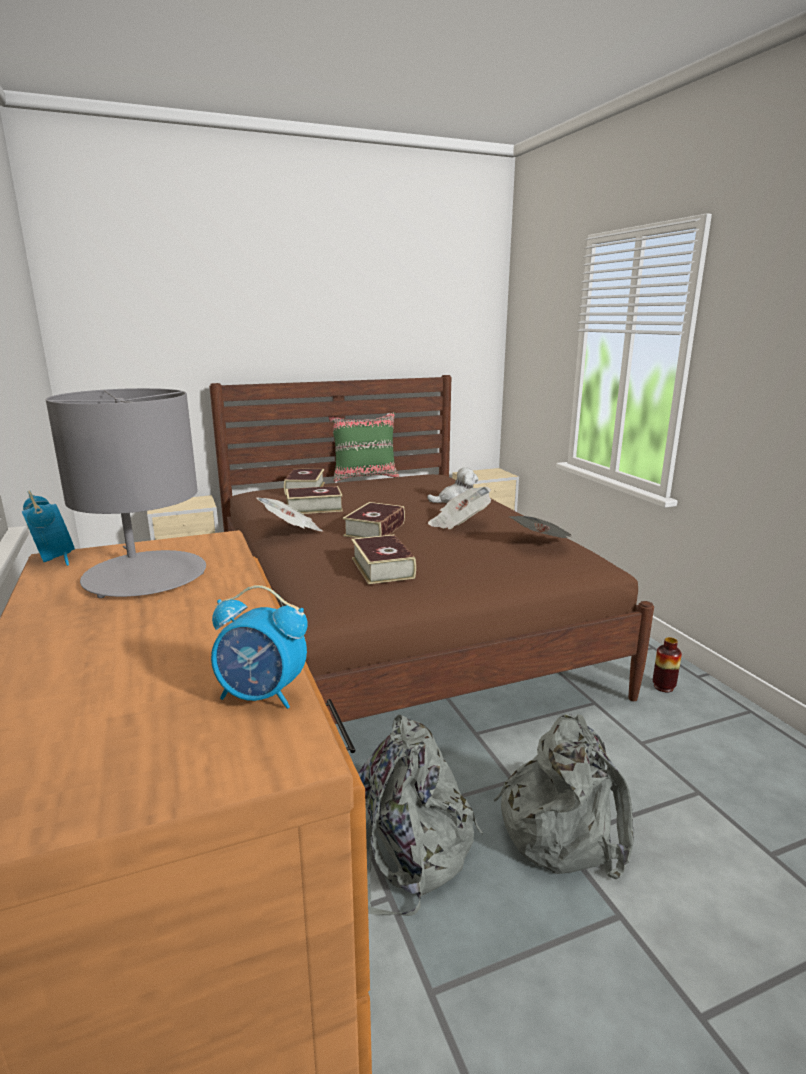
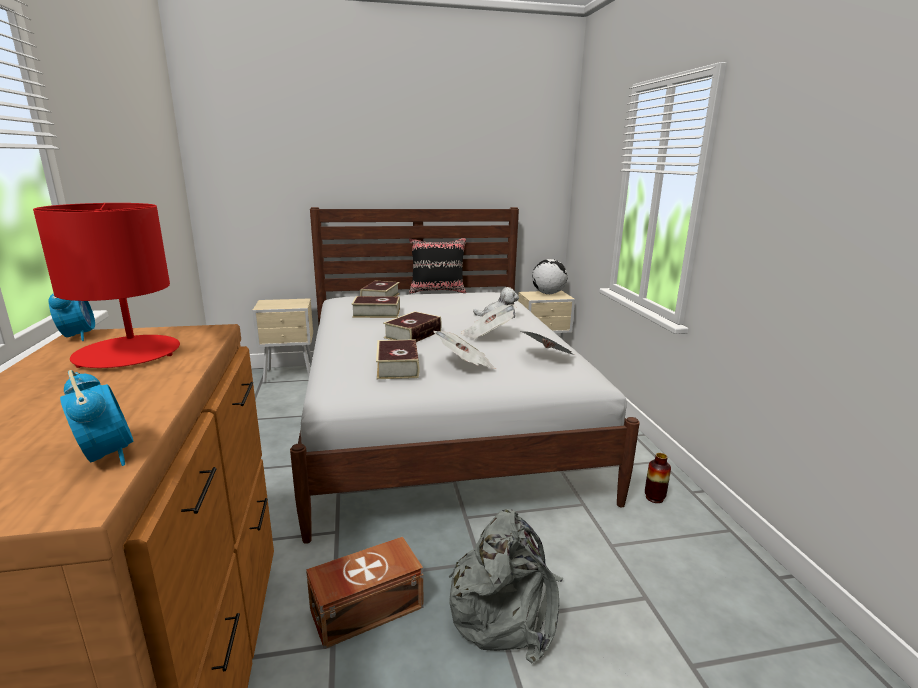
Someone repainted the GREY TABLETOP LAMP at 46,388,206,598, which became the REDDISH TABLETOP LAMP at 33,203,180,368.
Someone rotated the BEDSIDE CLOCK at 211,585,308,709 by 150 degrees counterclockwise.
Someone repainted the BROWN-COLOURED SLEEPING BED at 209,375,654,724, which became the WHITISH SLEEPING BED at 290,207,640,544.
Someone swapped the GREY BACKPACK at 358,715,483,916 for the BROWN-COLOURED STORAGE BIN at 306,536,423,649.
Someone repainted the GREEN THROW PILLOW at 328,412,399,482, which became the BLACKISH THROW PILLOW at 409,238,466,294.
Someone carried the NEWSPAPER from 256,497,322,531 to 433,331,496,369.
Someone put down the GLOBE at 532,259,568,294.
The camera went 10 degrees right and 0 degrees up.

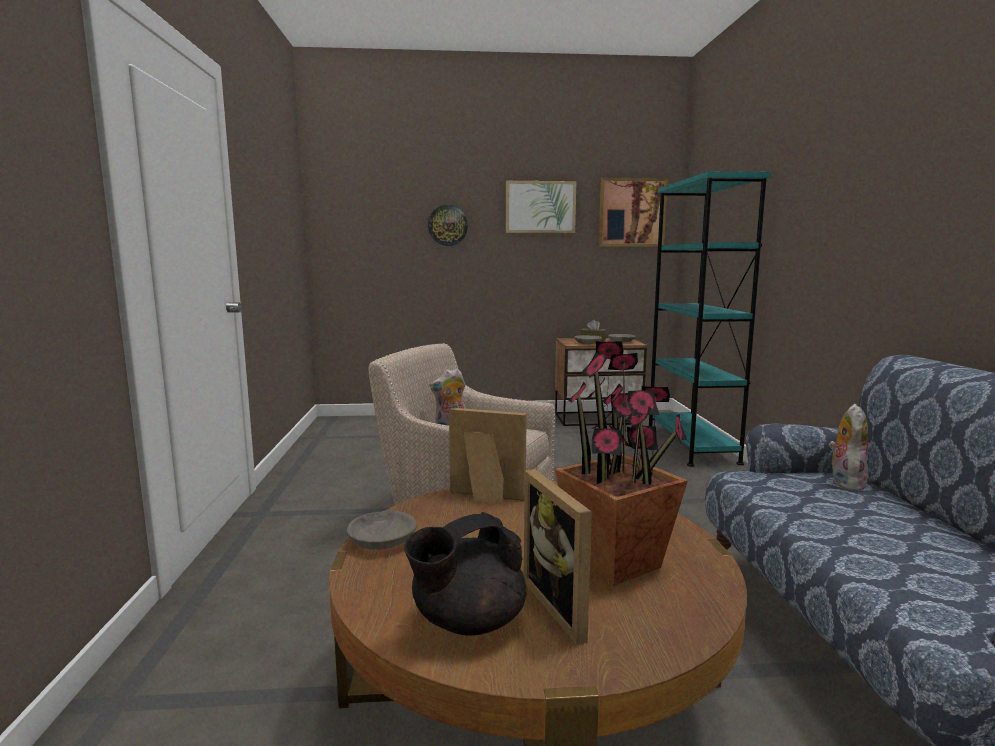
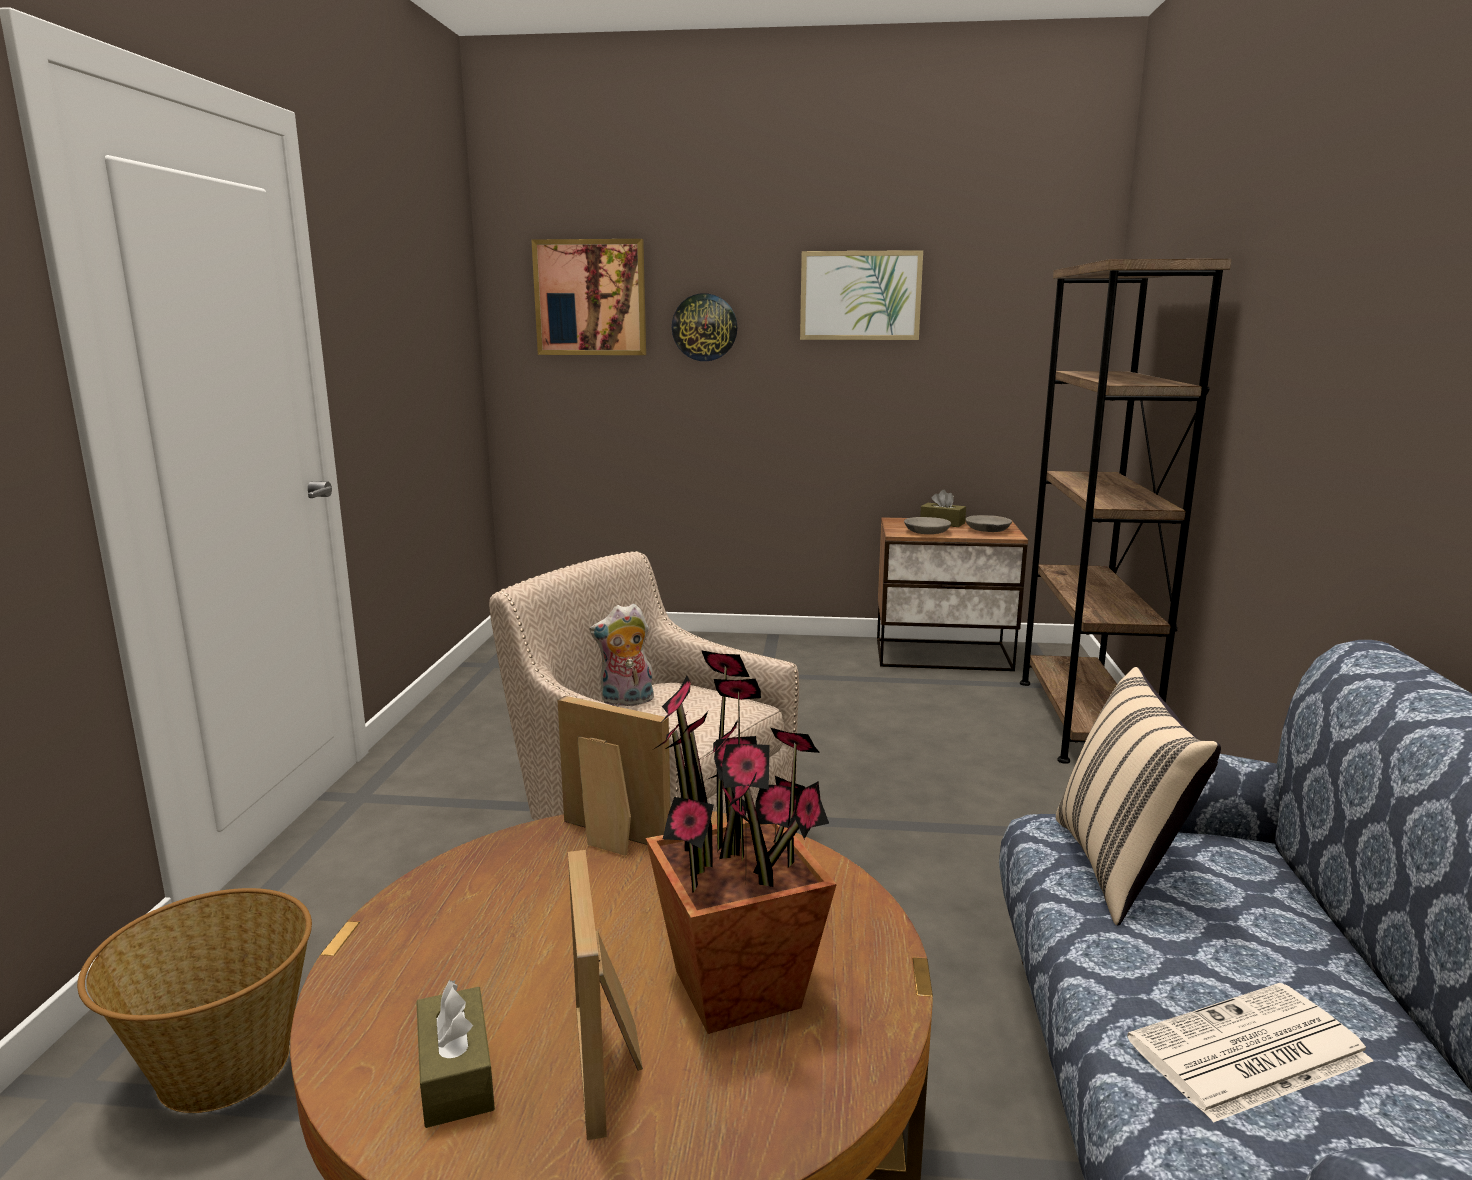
Someone put down the HOUSEHOLD BASKET at 77,888,312,1113.
Someone swapped the BLACKISH TEAPOT at 404,512,526,636 for the BROWN-COLOURED BOX OF TISSUES at 416,980,495,1128.
Someone carried the PICTURE from 599,178,668,247 to 531,239,646,355.
Someone repainted the TURQUOISE-COLOURED SHELVING UNIT at 649,171,771,467, which became the BROWN-COLOURED SHELVING UNIT at 1020,259,1231,764.
Someone put down the BEIGE THROW PILLOW at 1056,667,1221,926.
Someone put down the NEWSPAPER at 1127,983,1373,1123.
Someone took away the GREY SERVING BOWL at 347,510,417,550.
Someone took away the SOFT TOY at 829,404,868,491.
The camera went 10 degrees right and 5 degrees up.

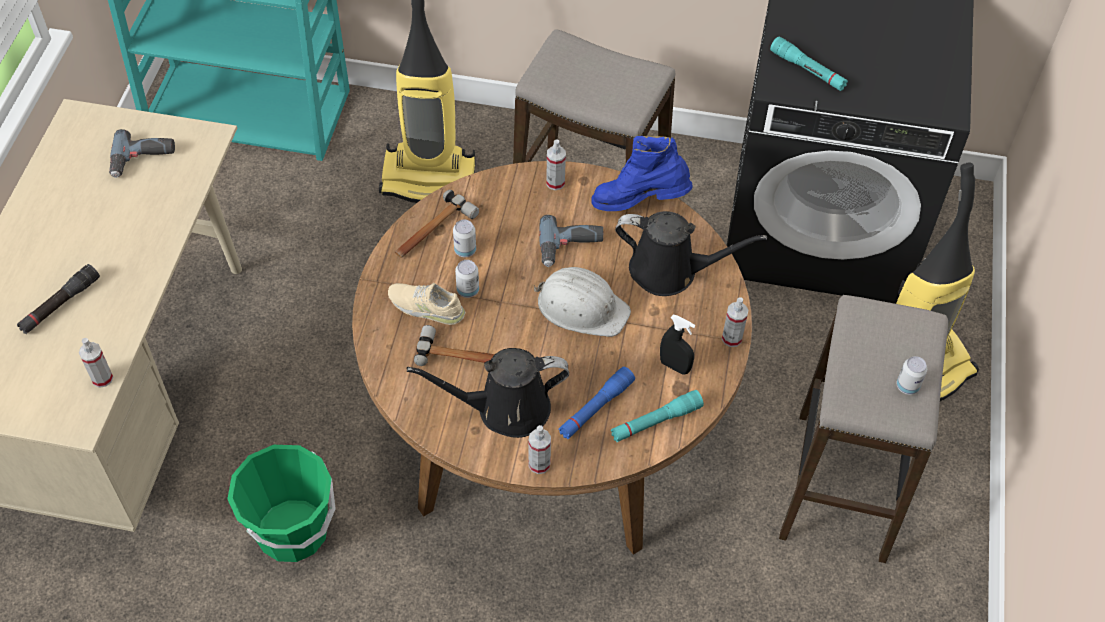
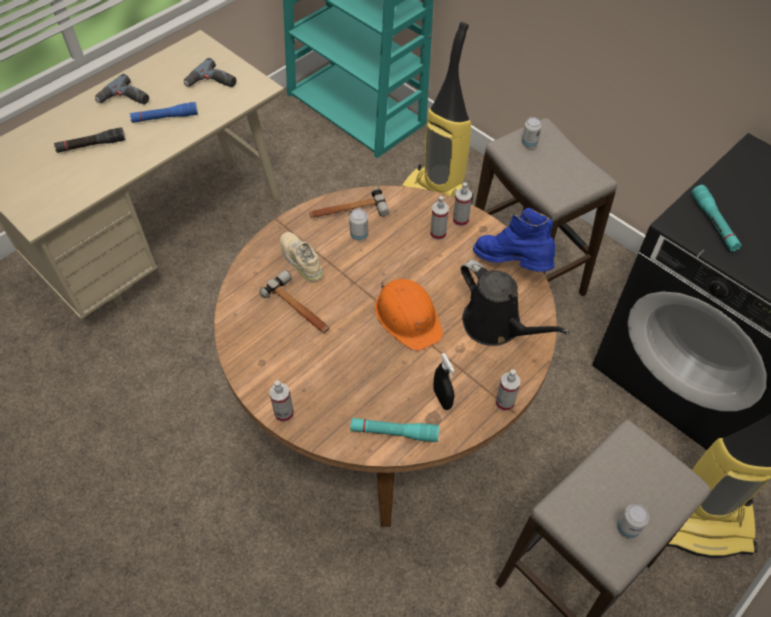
Someone carried the ELECTRIC DRILL from 539,215,603,267 to 95,74,149,104.
Someone carried the BLUE HAND TORCH from 558,367,635,439 to 130,102,198,123.
Someone repainted the WHITISH WORK HELMET at 534,267,631,337, which became the ORANGEY WORK HELMET at 375,279,443,351.
Someone carried the SPRAYER from 79,338,113,388 to 430,196,449,240.
Someone carried the SEALED CAN from 455,260,479,298 to 522,117,542,148.
Someone took away the GREEN BUCKET at 228,445,336,562.
Someone took away the BLACKISH SPRINKLING CAN at 407,348,569,438.
The camera went 35 degrees right and 0 degrees up.

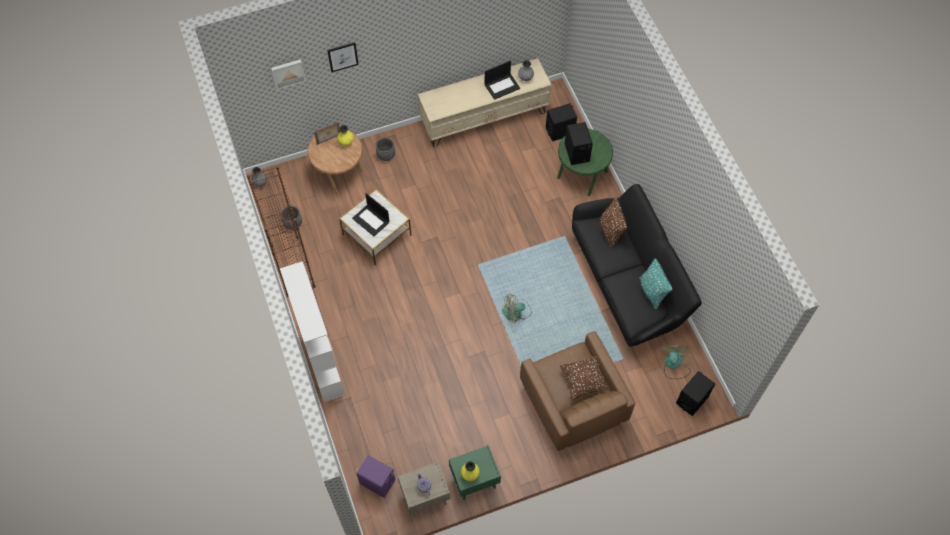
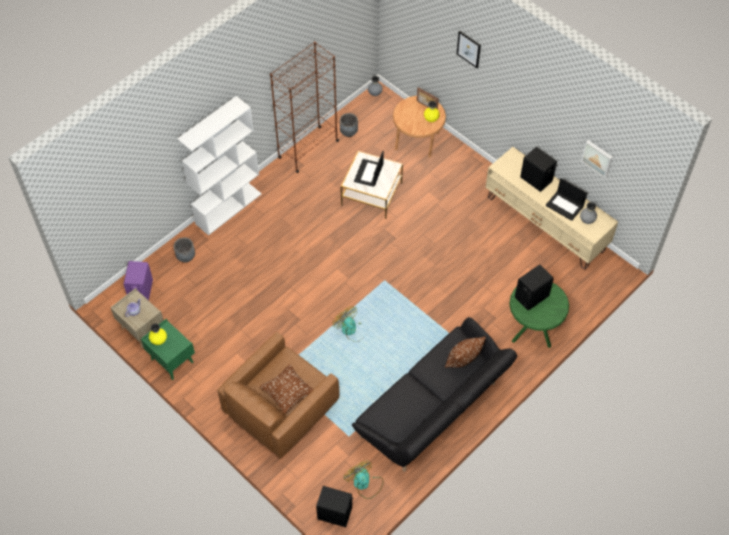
Someone carried the GREY PLANT POT from 375,137,395,161 to 174,237,195,263.
Someone rotated the COOLING FAN at 659,344,691,379 by 105 degrees counterclockwise.
Someone carried the BLACKISH LOUDSPEAKER from 546,103,577,141 to 520,147,557,192.
Someone carried the PICTURE from 271,59,306,90 to 581,140,613,178.
Someone took away the TURQUOISE-COLOURED THROW PILLOW at 639,258,673,309.
The camera went 65 degrees right and 5 degrees down.

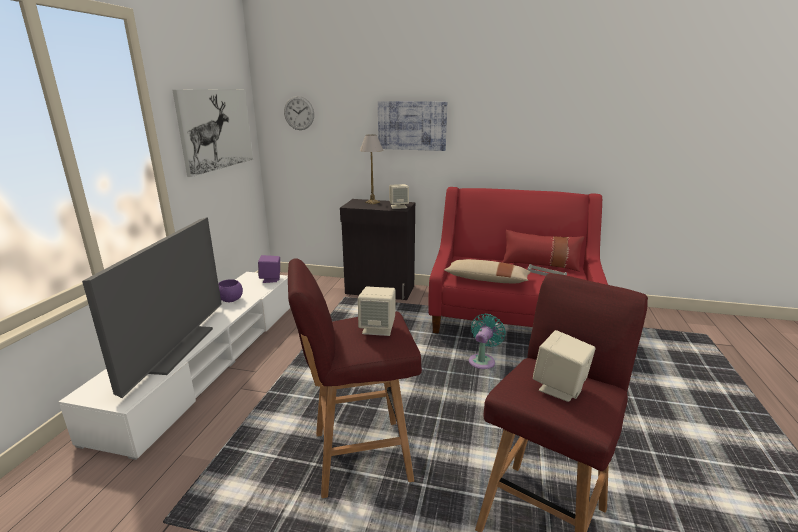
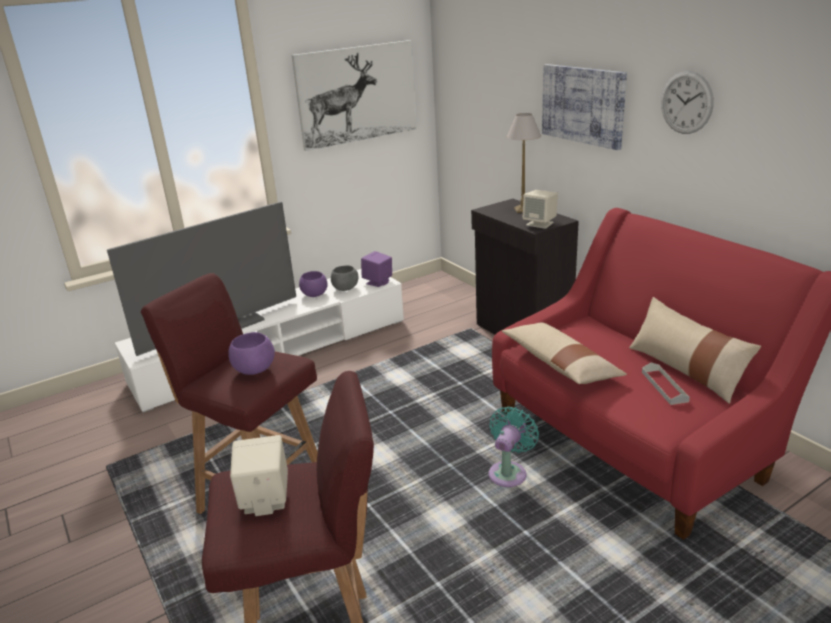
Someone swapped the BEIGE LOUDSPEAKER at 358,286,396,336 for the PURPLE-COLOURED SERVING BOWL at 228,332,275,375.
Someone put down the GREY SERVING BOWL at 331,266,358,291.
Someone rotated the TURQUOISE-COLOURED COOLING FAN at 469,314,506,369 by 45 degrees counterclockwise.
Someone repainted the REDDISH THROW PILLOW at 502,230,584,272, which became the BEIGE THROW PILLOW at 629,297,761,404.
Someone carried the HANGING CLOCK from 284,96,314,130 to 661,71,714,134.
The camera went 45 degrees right and 5 degrees up.

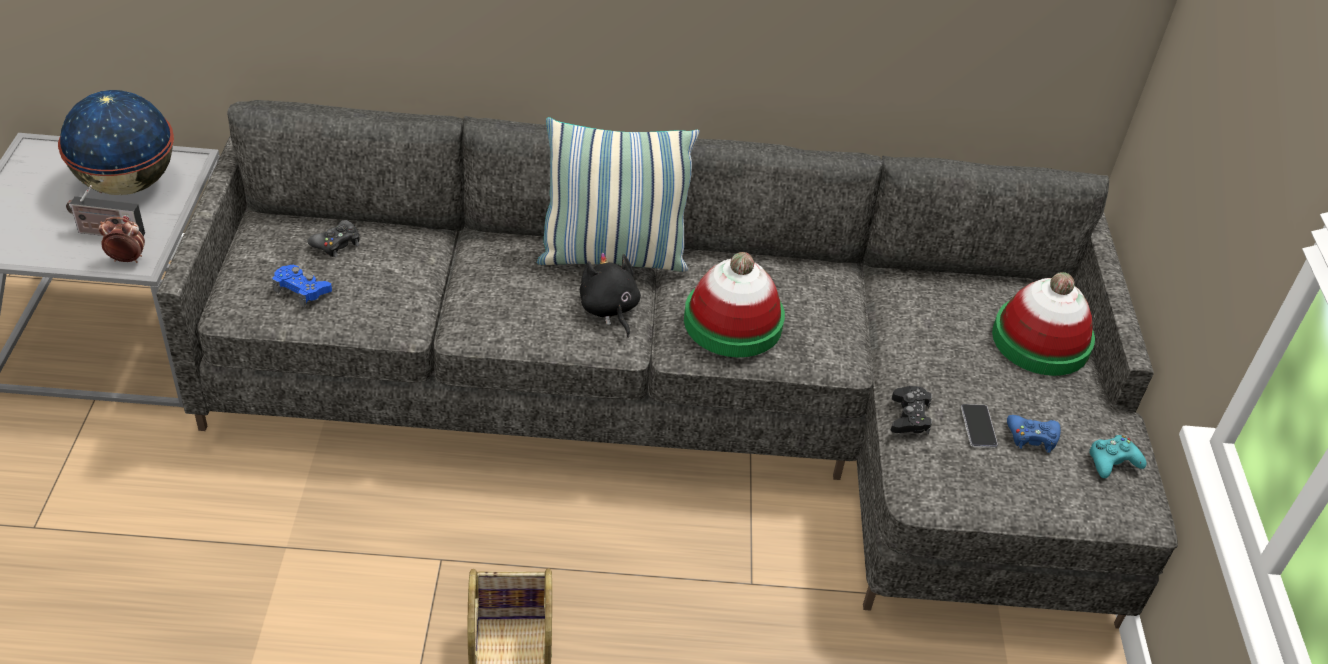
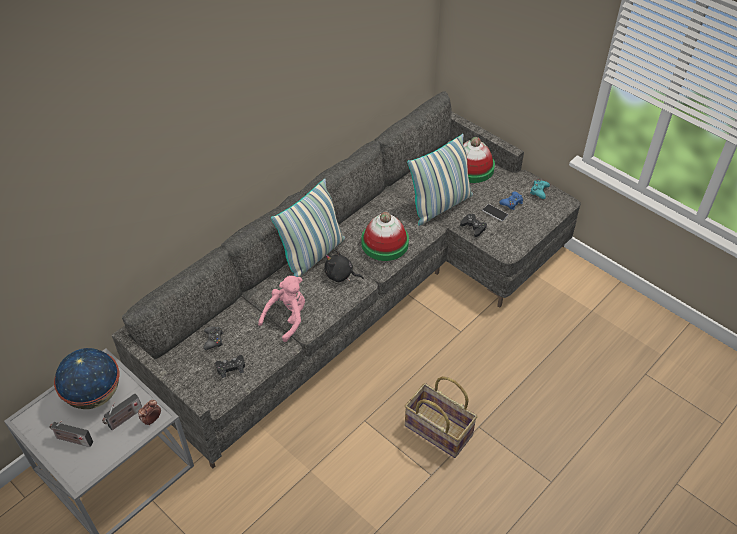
Someone put down the RADIO SET at 49,421,93,447.
Someone repainted the BLUE GAME CONTROLLER at 272,265,332,307, which became the BLACKISH GAME CONTROLLER at 215,355,245,378.
Someone put down the PINKISH SOFT TOY at 258,276,305,342.
Someone put down the THROW PILLOW at 407,134,473,226.
The camera went 45 degrees left and 5 degrees up.

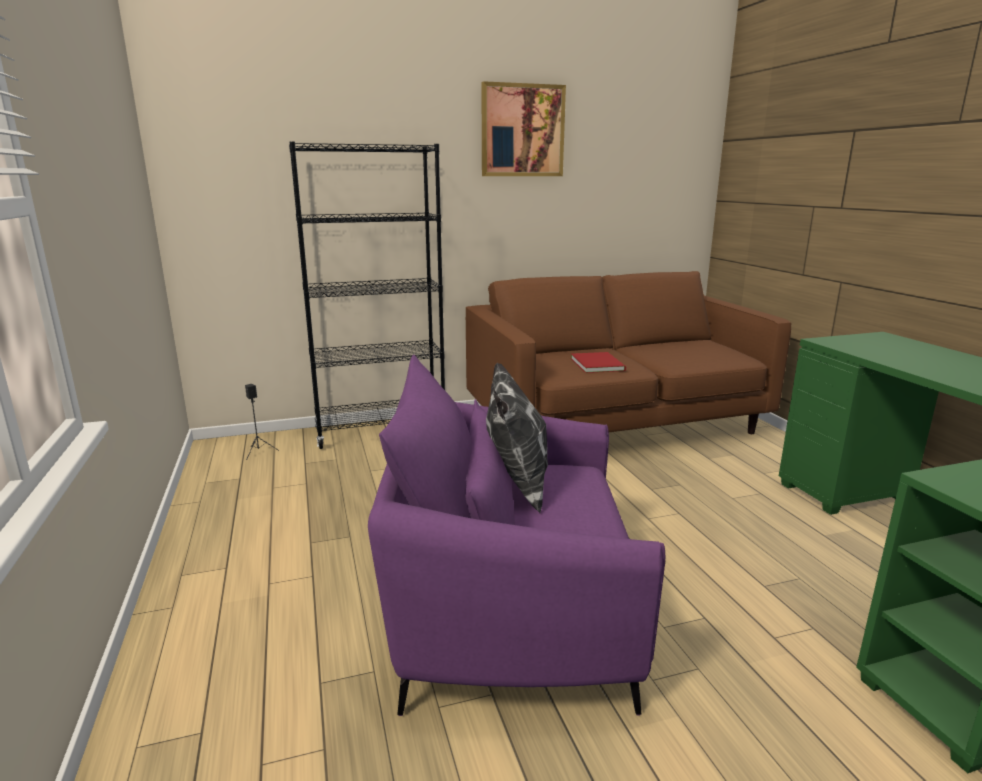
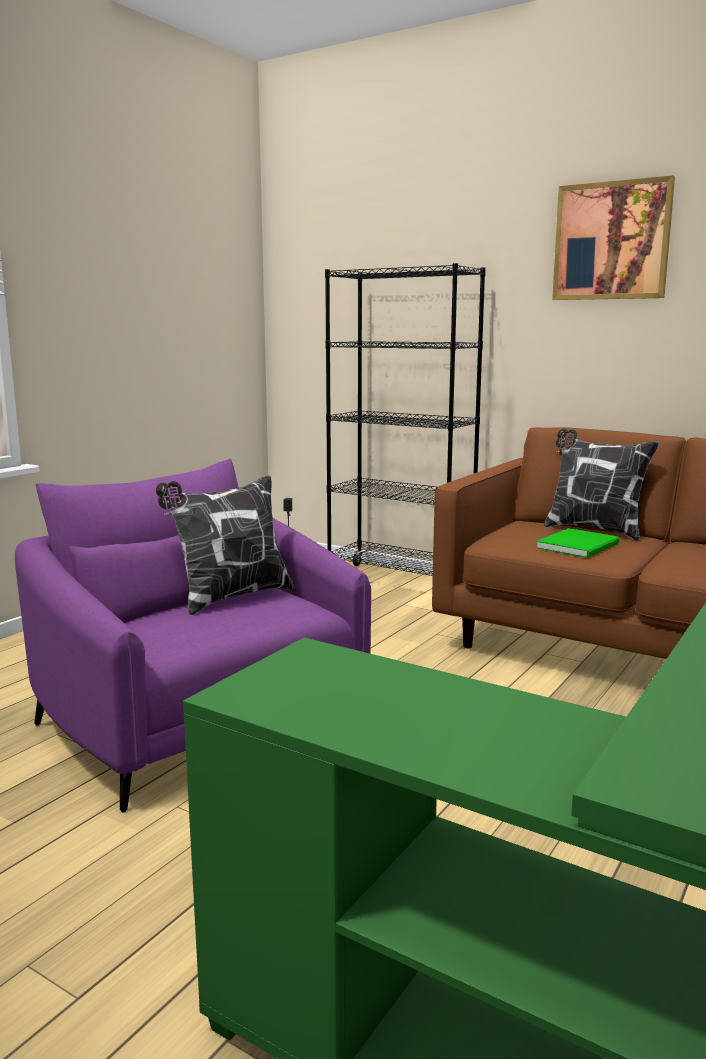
Someone repainted the REDDISH BOUND BOOK at 571,352,626,373, which became the GREEN BOUND BOOK at 536,528,620,558.
Someone put down the THROW PILLOW at 544,428,659,540.
The camera went 50 degrees right and 5 degrees down.

